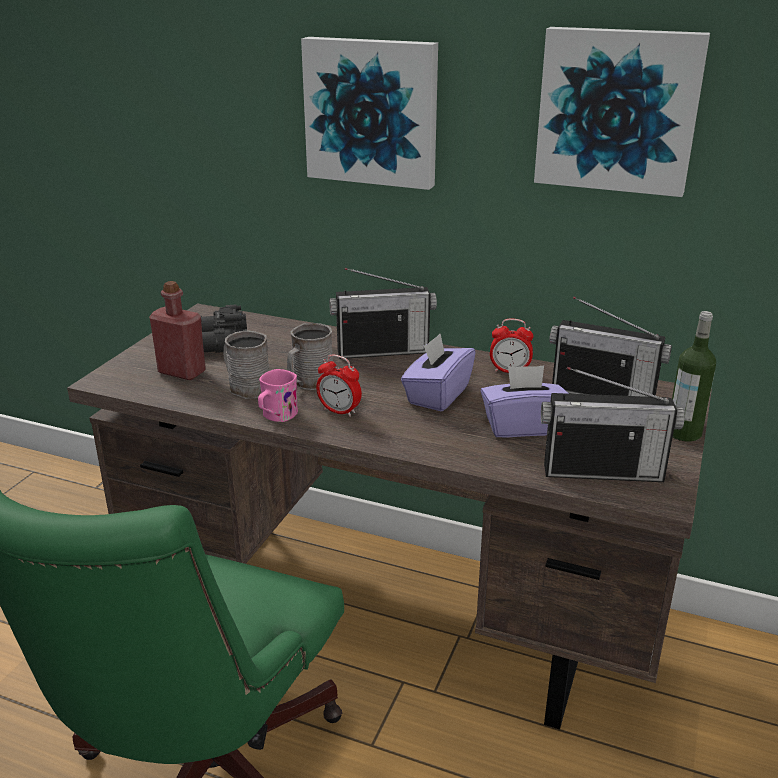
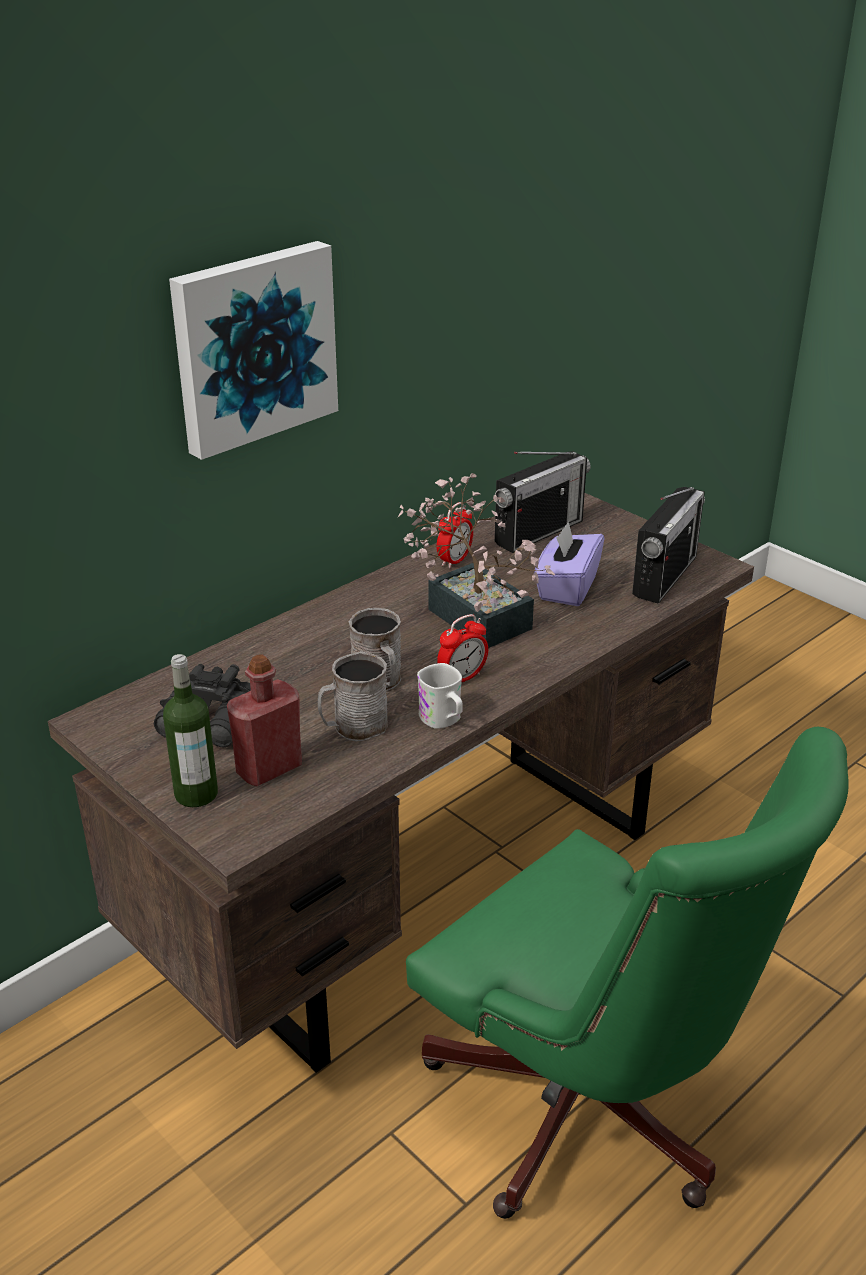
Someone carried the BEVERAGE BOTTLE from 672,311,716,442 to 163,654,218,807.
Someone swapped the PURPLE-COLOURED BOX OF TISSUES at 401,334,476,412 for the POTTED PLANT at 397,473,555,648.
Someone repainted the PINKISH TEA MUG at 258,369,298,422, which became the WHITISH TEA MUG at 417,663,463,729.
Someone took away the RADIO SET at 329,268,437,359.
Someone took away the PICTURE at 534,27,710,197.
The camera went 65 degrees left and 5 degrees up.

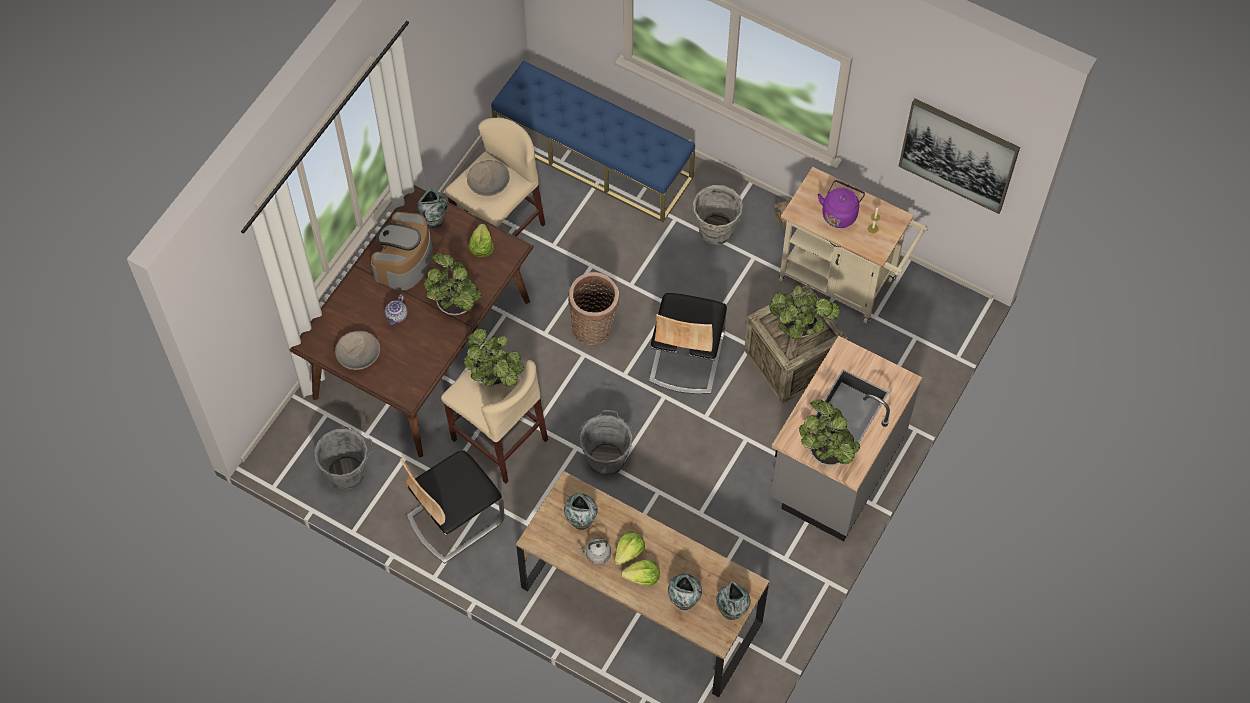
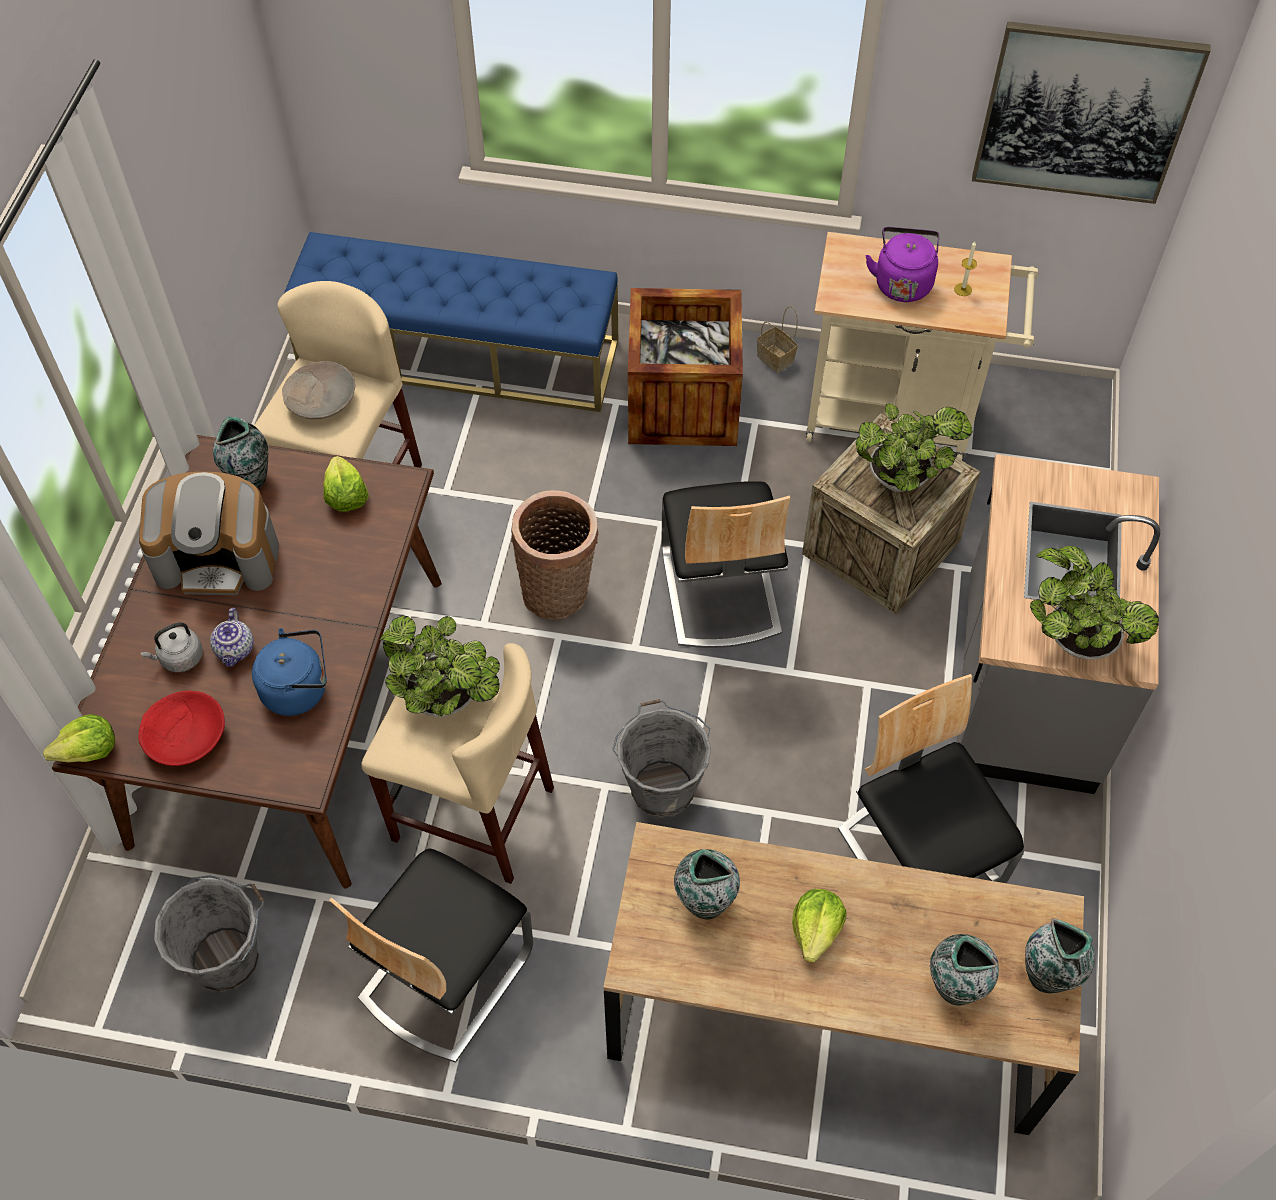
Someone carried the LETTUCE HEAD from 621,560,660,586 to 43,714,115,763.
Someone repainted the BEIGE SERVING BOWL at 335,331,380,370, which became the REDDISH SERVING BOWL at 138,691,225,766.
Someone rotated the COFFEE BREWER at 371,212,433,290 by 90 degrees counterclockwise.
Someone carried the GREY WATER KETTLE from 578,538,611,565 to 140,622,203,672.
Someone put down the BLUE WATER KETTLE at 252,628,327,716.
Someone swapped the GREY BUCKET at 690,185,743,245 for the SHIPPING CRATE at 628,288,743,446.
Someone put down the CHAIR at 838,674,1024,883.
Someone took away the POTTED PLANT at 424,253,482,315.
The camera went 20 degrees left and 5 degrees down.

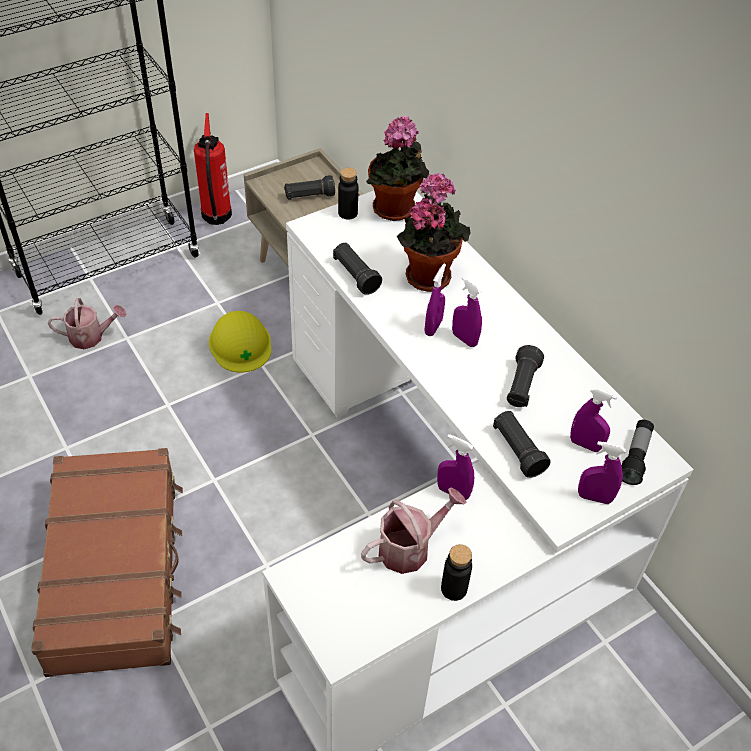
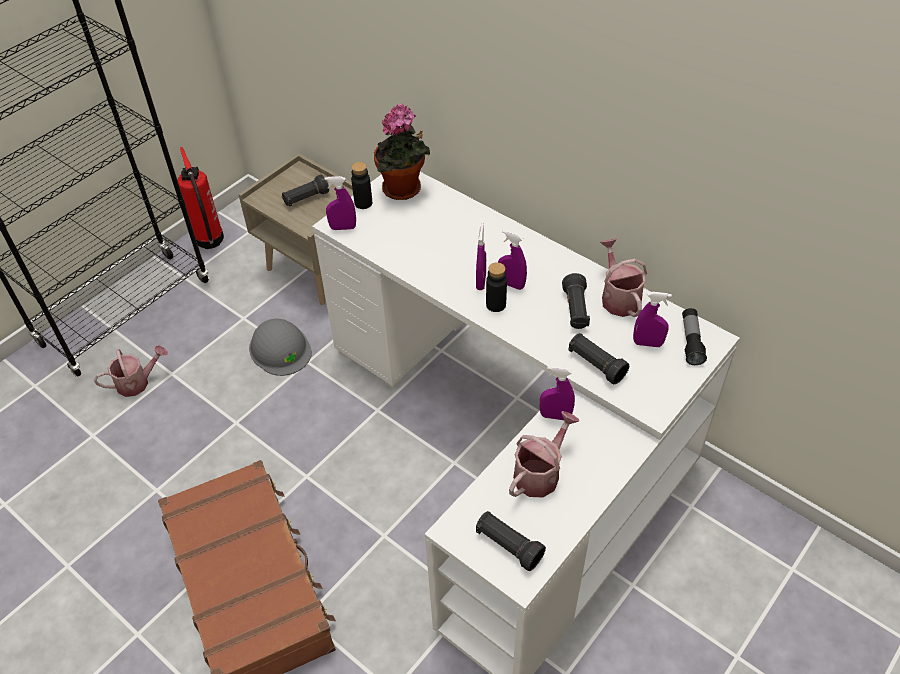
Someone repainted the YELLOW-COLOURED WORK HELMET at 209,311,271,373, which became the GREY WORK HELMET at 249,319,312,376.
Someone carried the PURPLE-COLOURED SPRAYER from 578,441,626,504 to 325,176,356,230.
Someone carried the BLACKISH HAND TORCH from 333,243,382,295 to 476,511,546,571.
Someone carried the BLACKISH BEVERAGE BOTTLE from 441,544,472,601 to 486,262,507,312.
Someone put down the SPRINKLING CAN at 600,239,647,317.
Someone took away the POTTED PLANT at 397,173,471,292.
The camera went 15 degrees left and 0 degrees up.

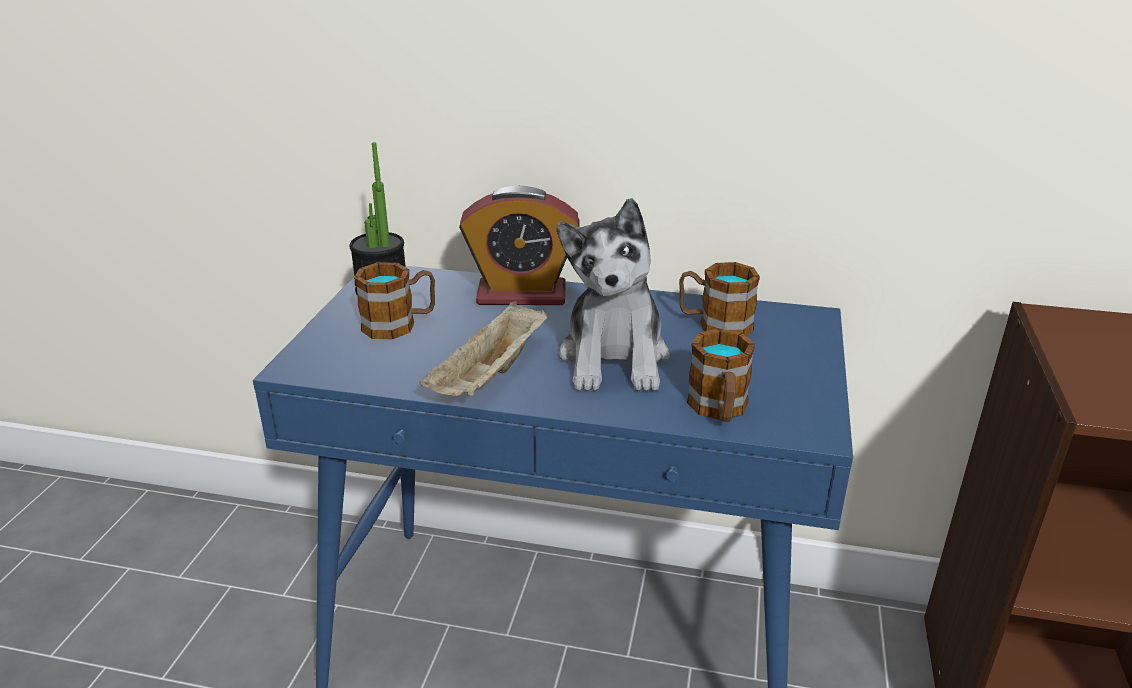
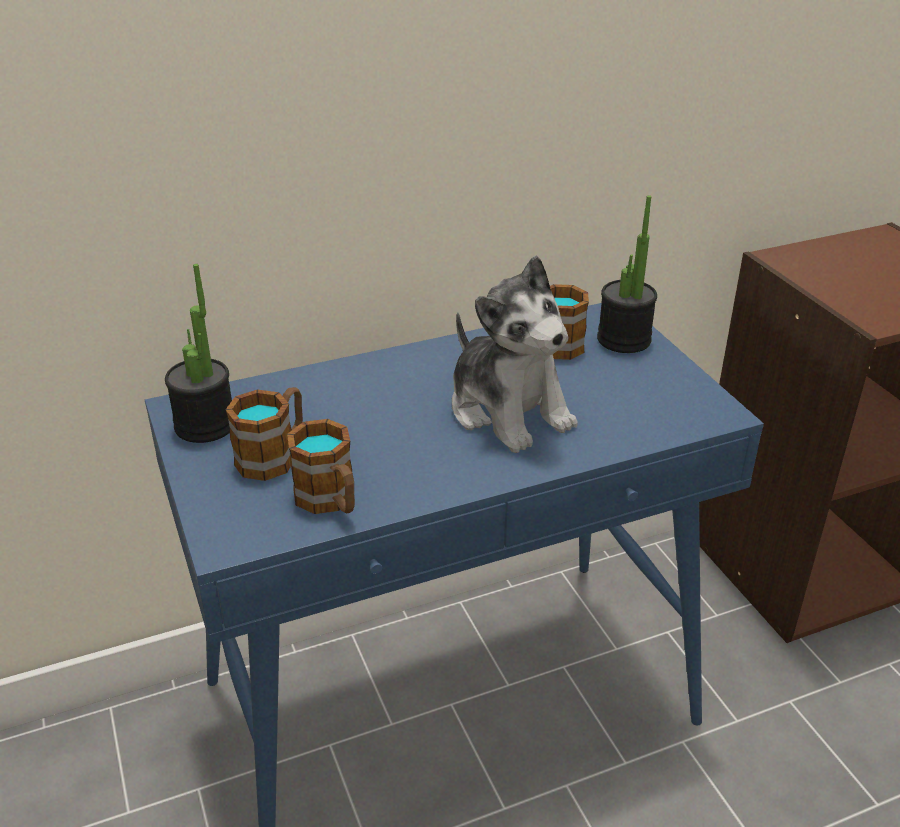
Someone carried the TEA MUG from 687,328,755,422 to 287,419,355,514.
Someone put down the POTTED PLANT at 597,195,657,353.
Someone took away the BEIGE CARRYING TRAY at 419,301,548,396.
Someone took away the BEDSIDE CLOCK at 459,185,580,305.
The camera went 35 degrees left and 5 degrees up.

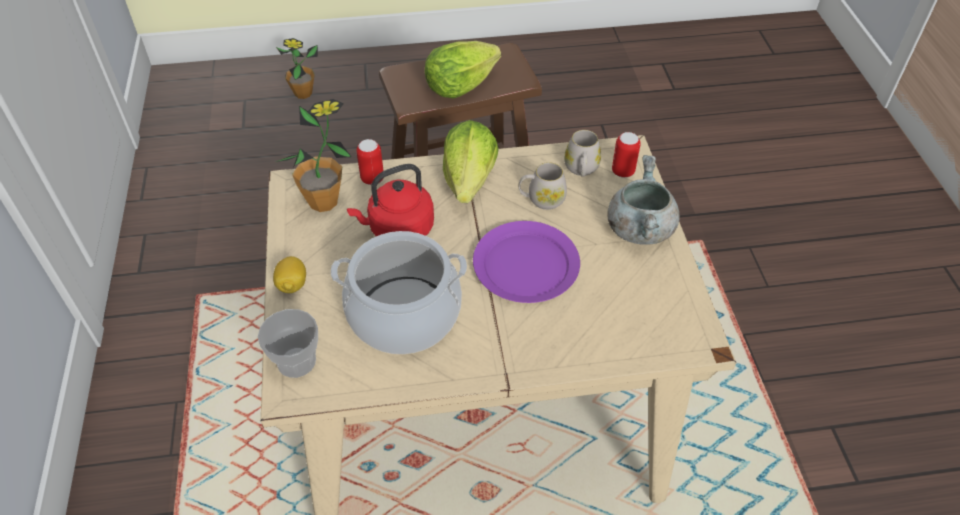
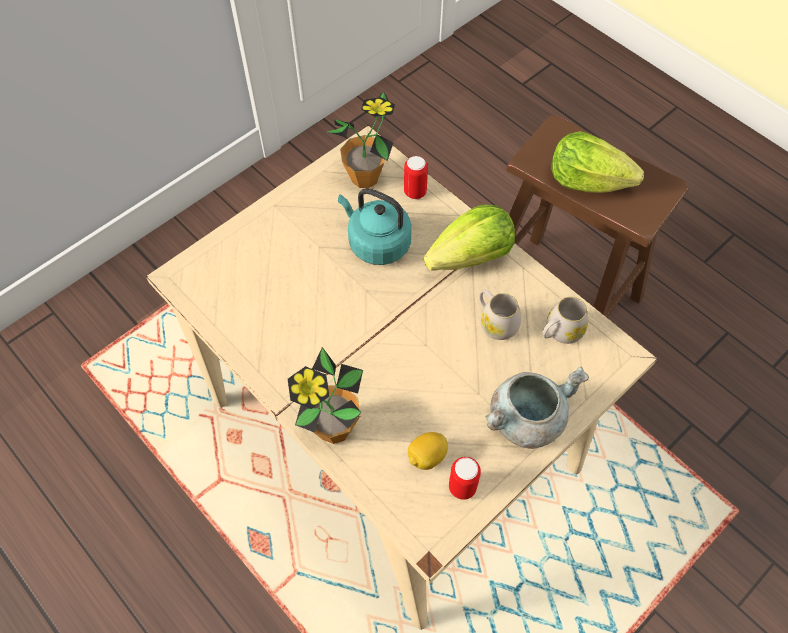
Someone carried the POTTED PLANT from 276,38,318,99 to 288,347,363,444.
Someone repainted the REDDISH WATER KETTLE at 347,164,434,236, which became the TURQUOISE-COLOURED WATER KETTLE at 338,188,412,265.
Someone carried the LEMON from 273,256,306,293 to 408,432,448,470.
Someone carried the SEALED CAN from 612,132,641,178 to 449,457,481,500.
Someone took away the DRINKING CUP at 258,309,318,378.
Someone took away the SAUCEPOT at 331,231,467,354.
Someone took away the PURPLE-COLOURED FLAT DISH at 473,221,580,303.
The camera went 55 degrees right and 10 degrees up.

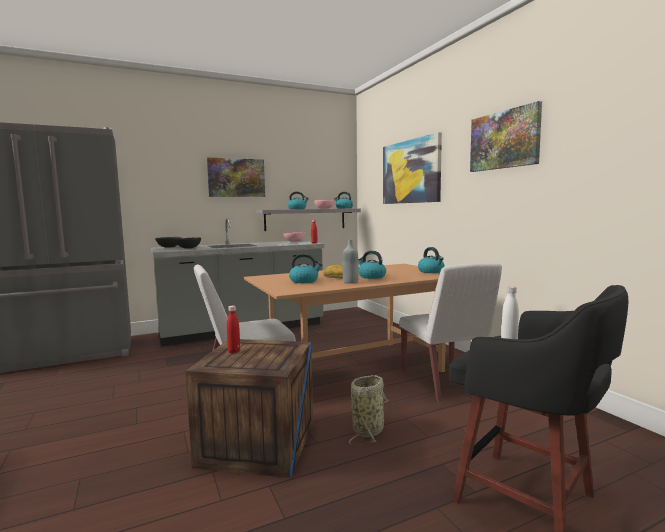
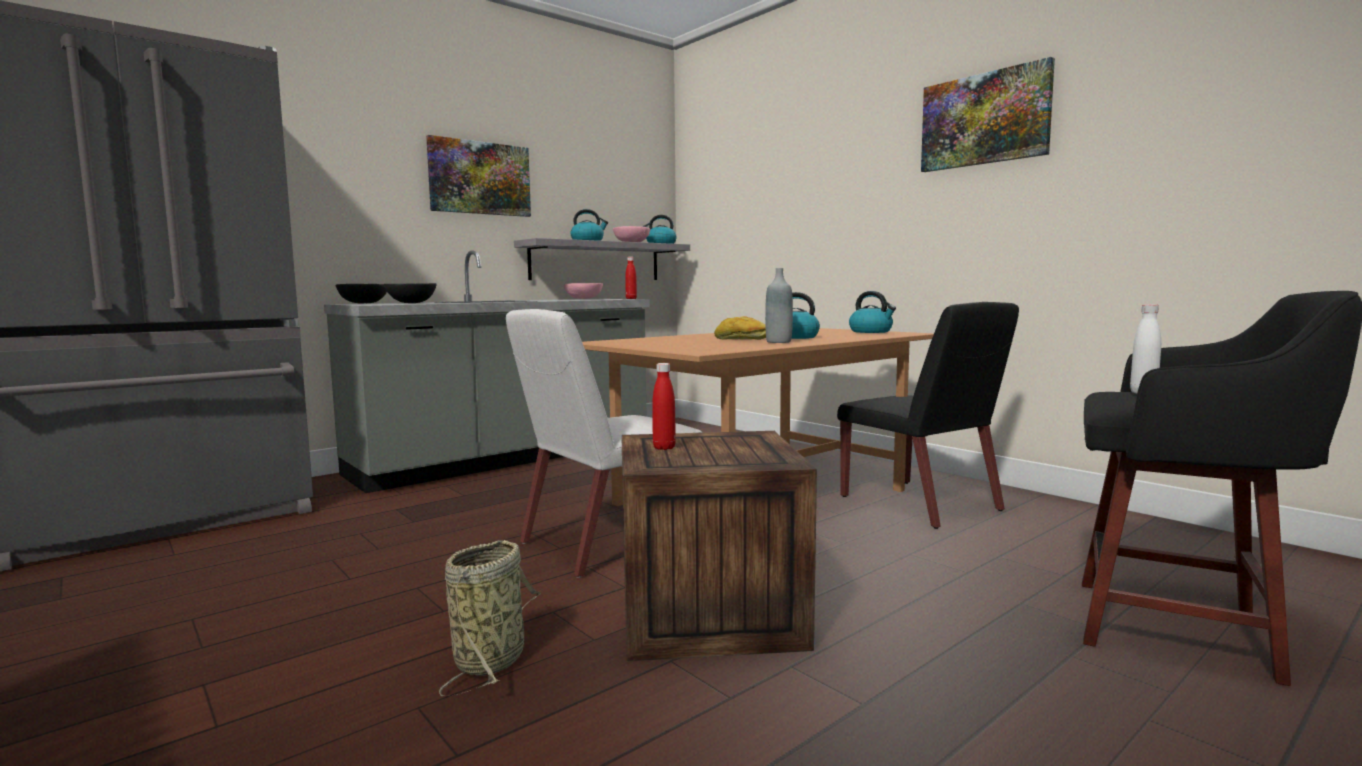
Someone carried the HOUSEHOLD BASKET from 349,375,389,445 to 439,540,541,697.
Someone repainted the WHITISH CHAIR at 399,263,502,402, which became the BLACKISH CHAIR at 837,302,1019,529.
Someone took away the WATER KETTLE at 289,254,322,283.
Someone took away the PICTURE at 383,132,442,204.
The camera went 15 degrees left and 0 degrees up.

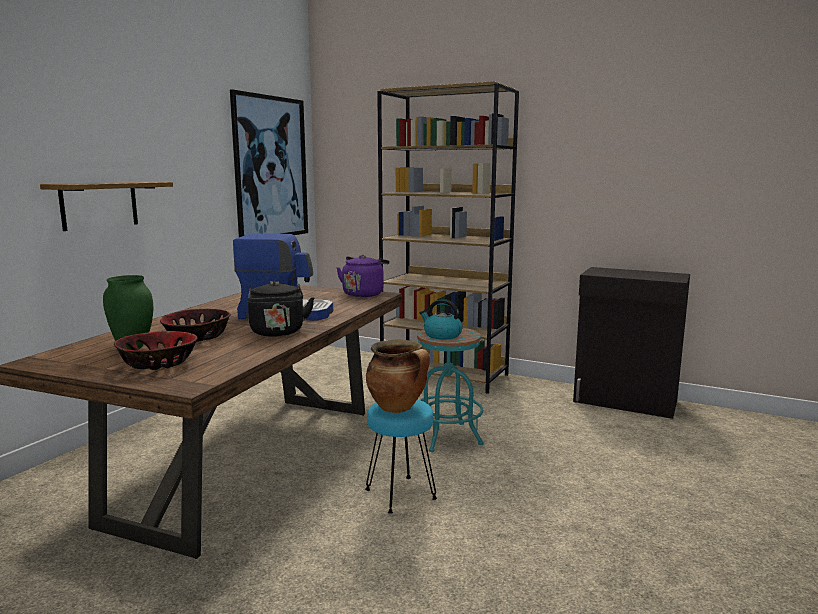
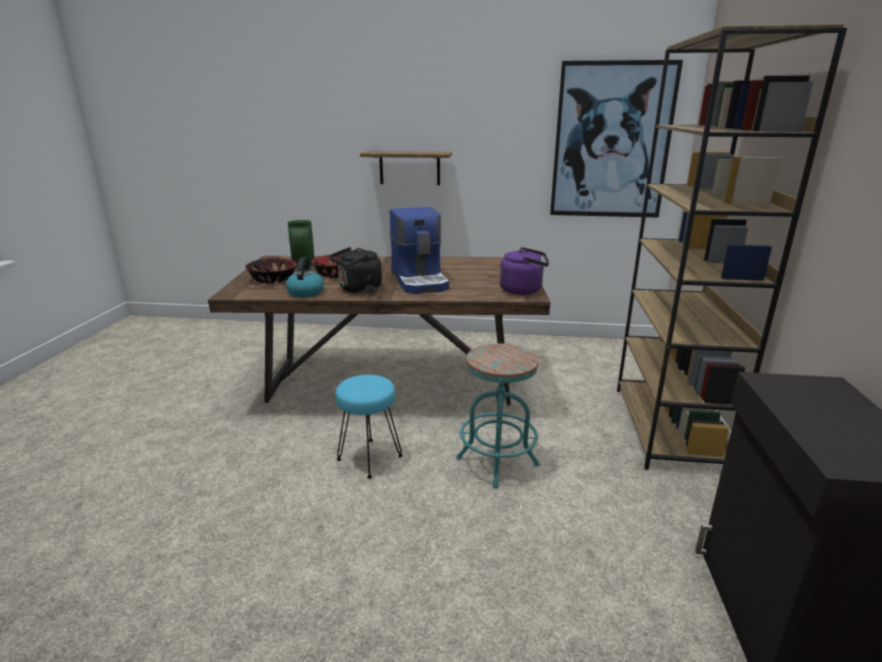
Someone carried the WATER KETTLE from 419,299,463,340 to 286,258,324,297.
Someone took away the SAUCEPOT at 366,340,430,413.
The camera went 70 degrees right and 10 degrees up.

